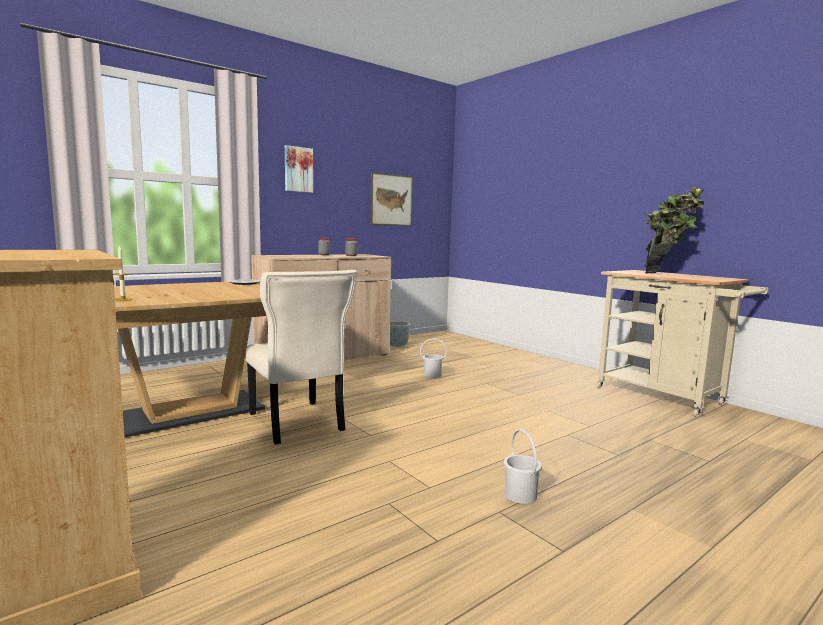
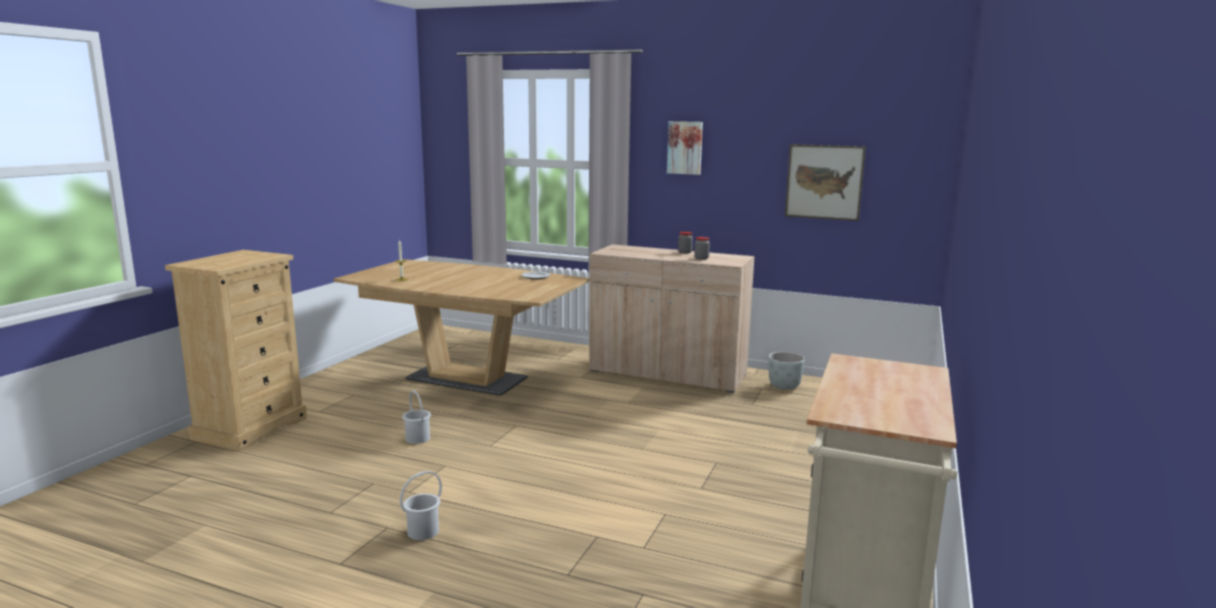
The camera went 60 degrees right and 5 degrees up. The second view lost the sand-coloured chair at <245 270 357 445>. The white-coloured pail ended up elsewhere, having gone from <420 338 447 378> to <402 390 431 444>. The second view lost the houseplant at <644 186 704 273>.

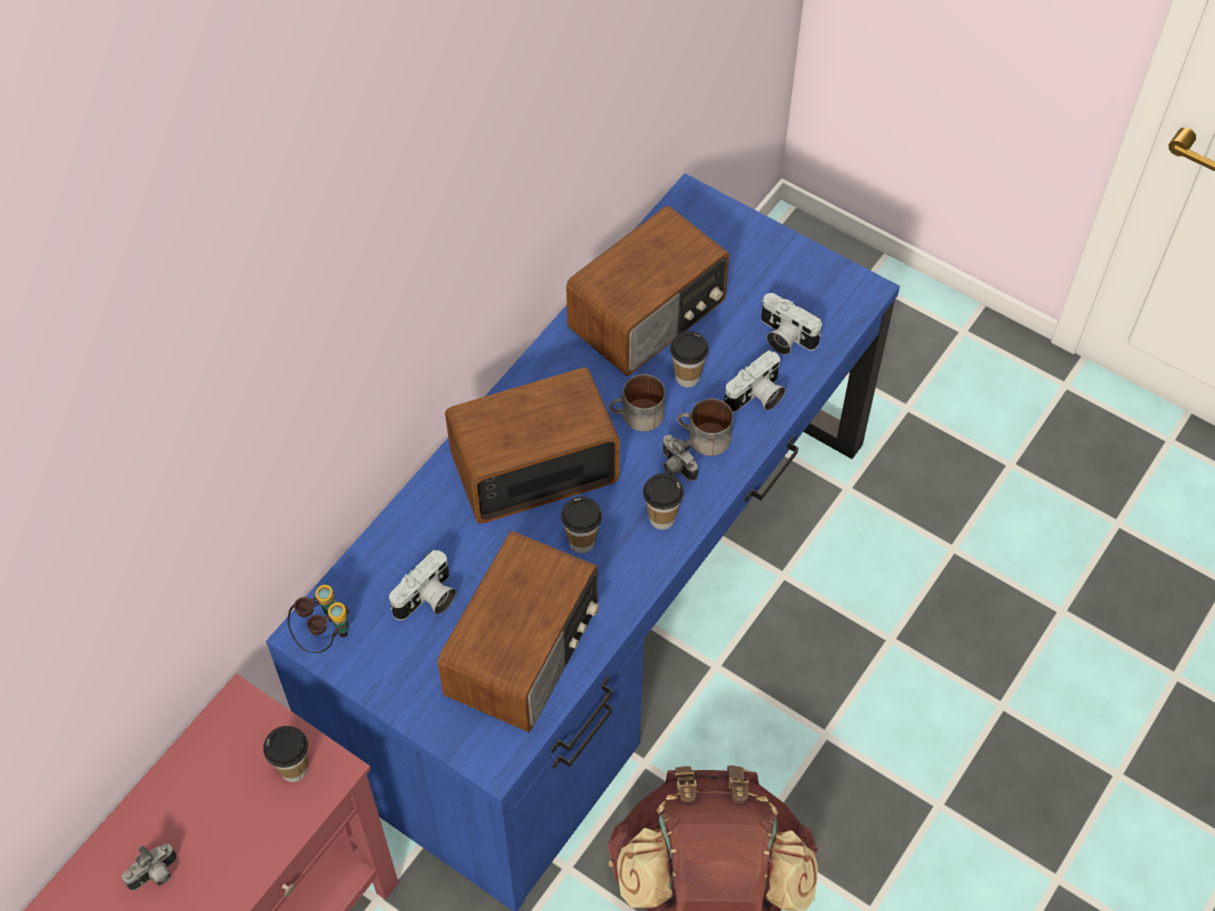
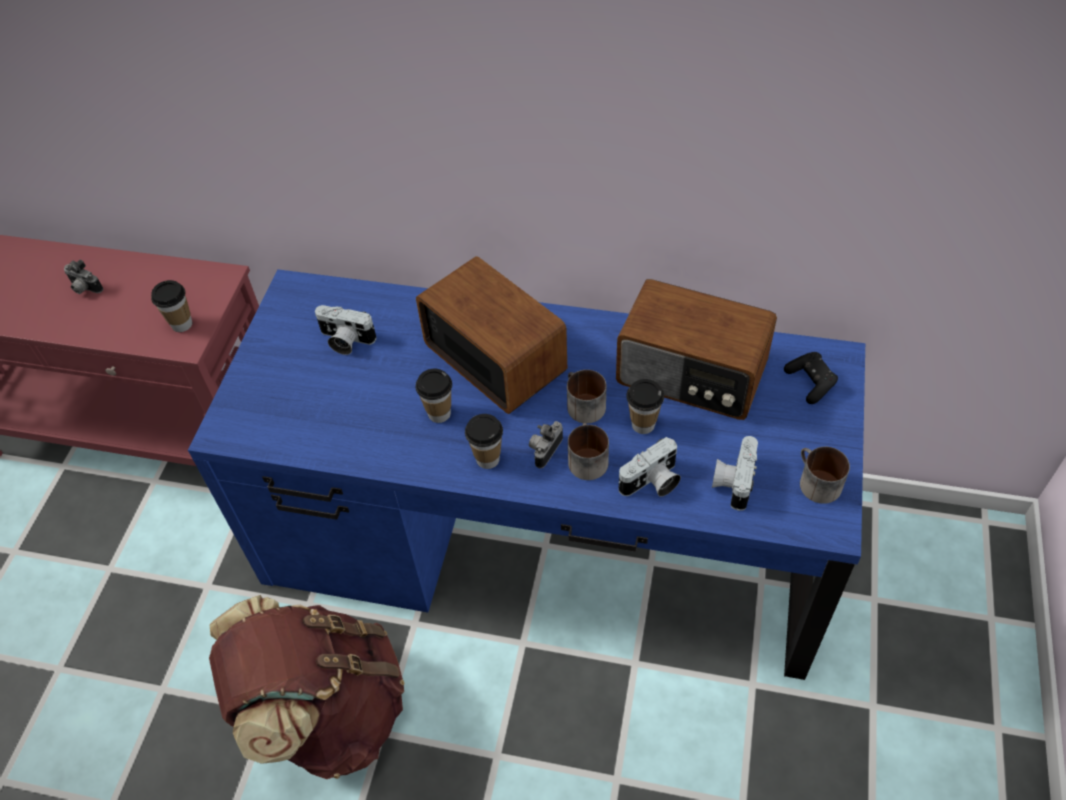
The camera went 70 degrees right and 5 degrees down. The second view lost the binoculars at <288 585 349 653>. The second view lost the radio at <437 531 599 732>. The still camera at <724 350 786 413> ended up facing another way, 60 degrees counterclockwise from before. The second view gained the black gamepad at <784 352 838 404>. The second view gained the coffee mug at <800 447 850 504>.

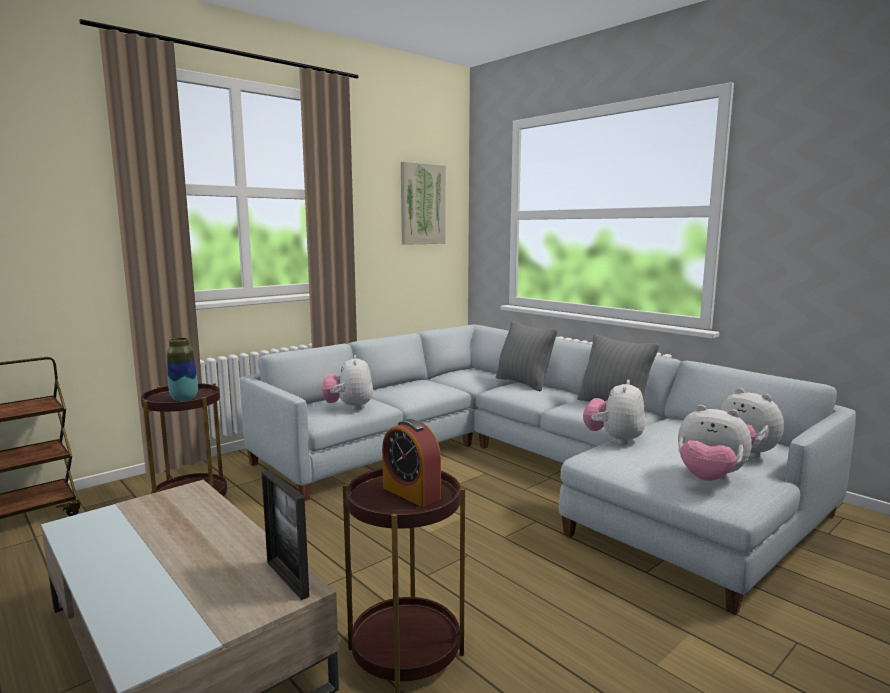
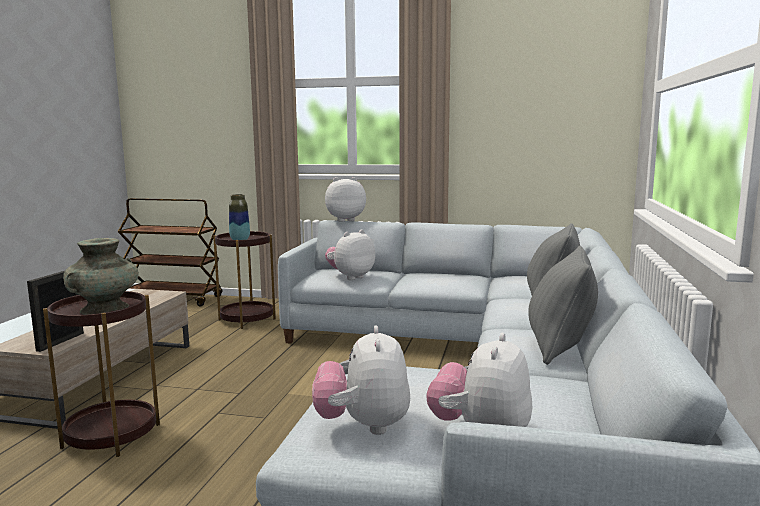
The camera went 55 degrees right and 0 degrees up. Where the bedside clock stood at <382 419 441 507>, the turquoise-coloured vase came to stand at <63 238 139 315>. The second view lost the picture at <401 162 446 245>. The cuddly toy ended up elsewhere, having gone from <583 380 645 445> to <325 177 366 222>.

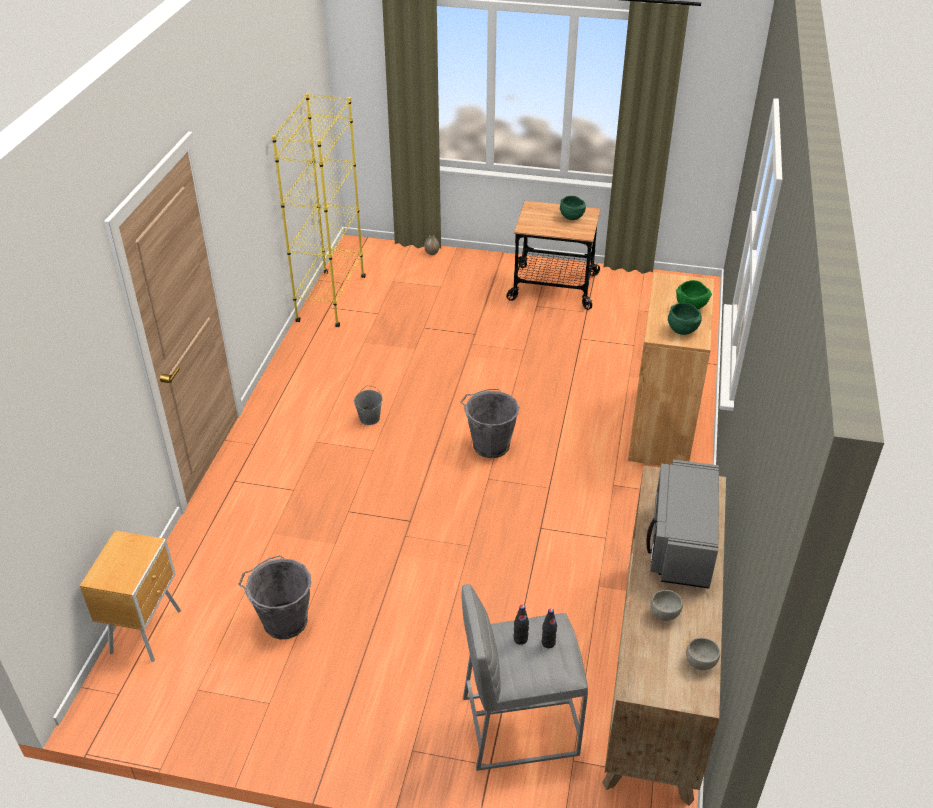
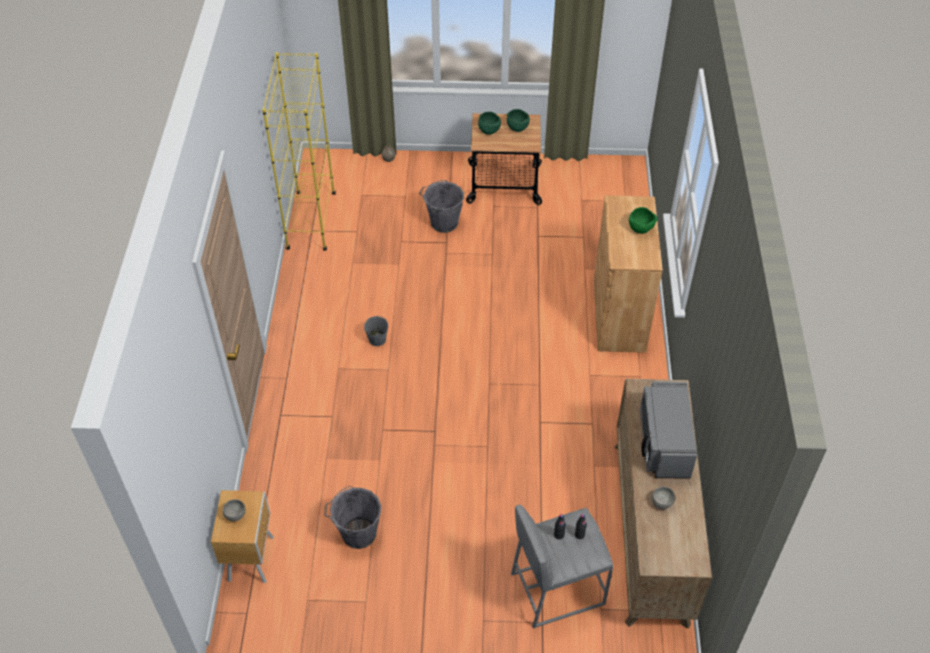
The camera went 10 degrees left and 10 degrees up. The gray pail ended up elsewhere, having gone from <460 389 519 458> to <419 180 464 233>. The green-coloured deep dish ended up elsewhere, having gone from <668 303 702 335> to <478 112 501 135>. The gray deep dish ended up elsewhere, having gone from <686 638 720 670> to <223 499 246 521>.

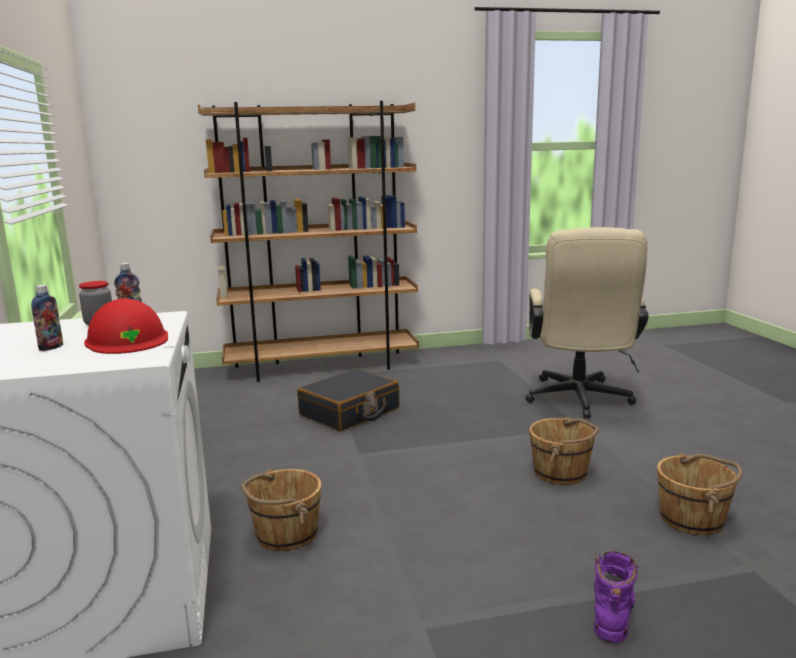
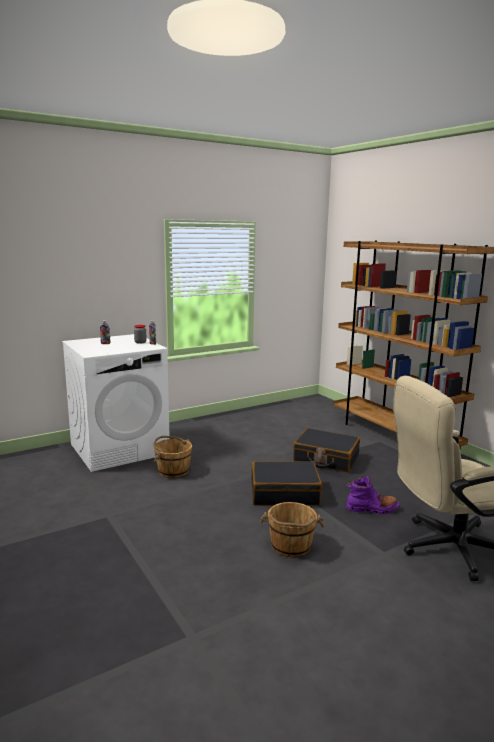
The camera went 70 degrees right and 0 degrees up. The second view lost the red work helmet at <84 299 168 354>. The purplish boot ended up elsewhere, having gone from <594 551 639 643> to <346 476 399 514>. The second view lost the brown-coloured pail at <657 453 742 535>. The second view gained the black travel case at <251 461 322 506>.

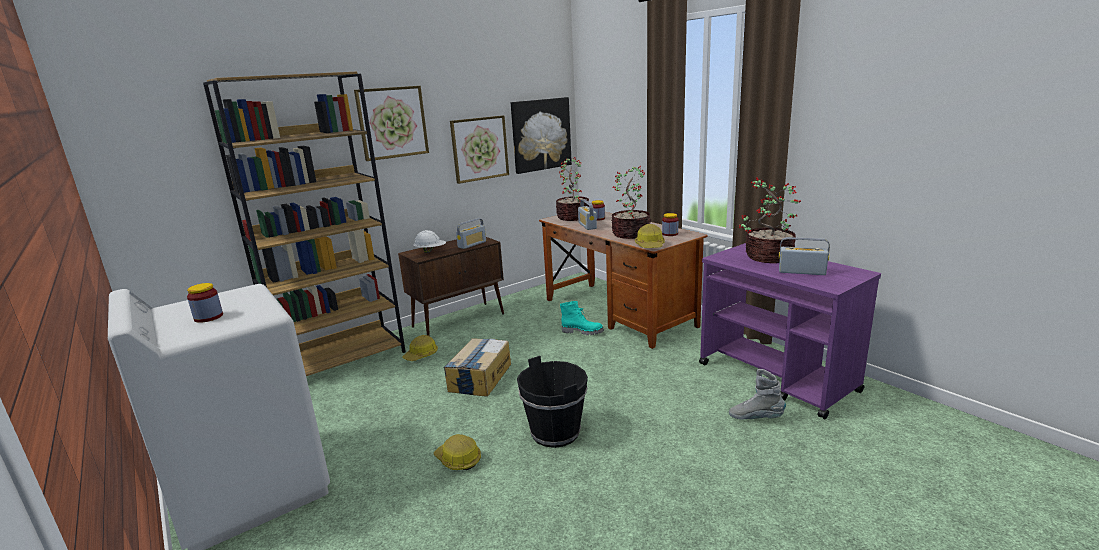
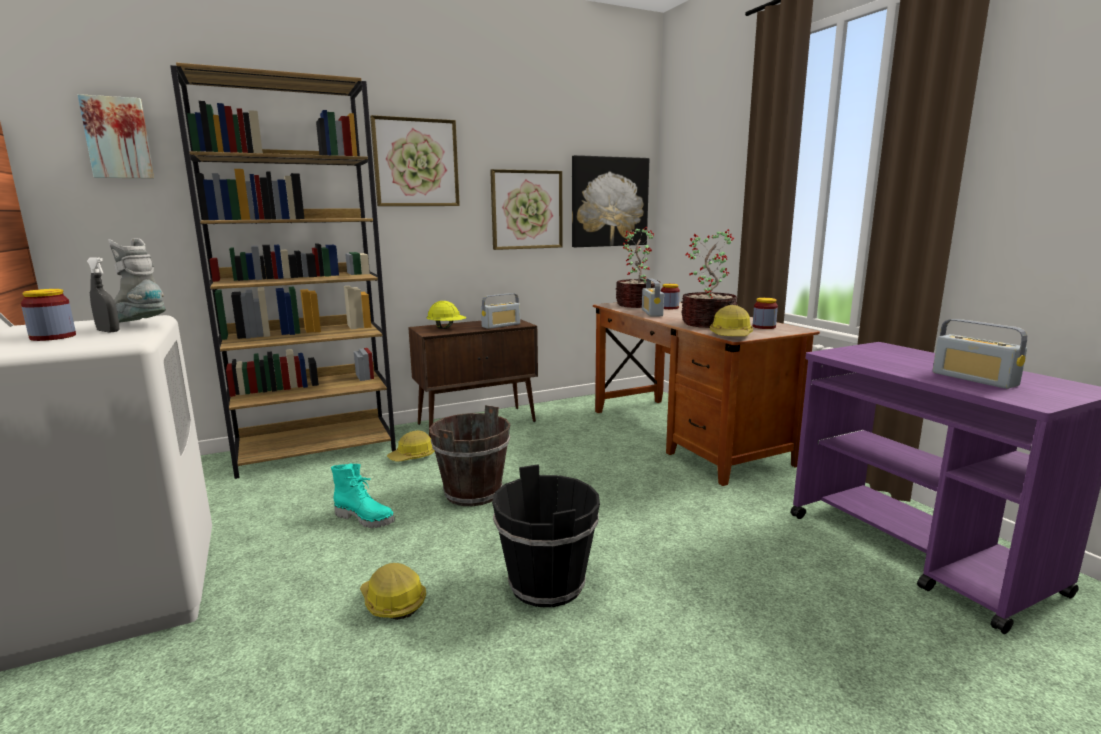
The camera went 10 degrees right and 5 degrees down. What was the white-coloured work helmet at <414 230 446 253> turned into the yellow work helmet at <427 301 467 329>. Where the cardboard box stood at <444 338 511 397>, the brown-coloured pail came to stand at <429 405 511 506>. The turquoise-coloured boot ended up elsewhere, having gone from <560 301 604 335> to <331 463 395 528>. The gray boot ended up elsewhere, having gone from <729 369 786 420> to <108 238 166 323>. The second view lost the houseplant at <739 177 801 263>. The radio at <779 237 830 275> ended up facing another way, 150 degrees counterclockwise from before. The second view gained the picture at <78 94 154 179>. The second view gained the gray spray bottle at <87 257 119 333>.

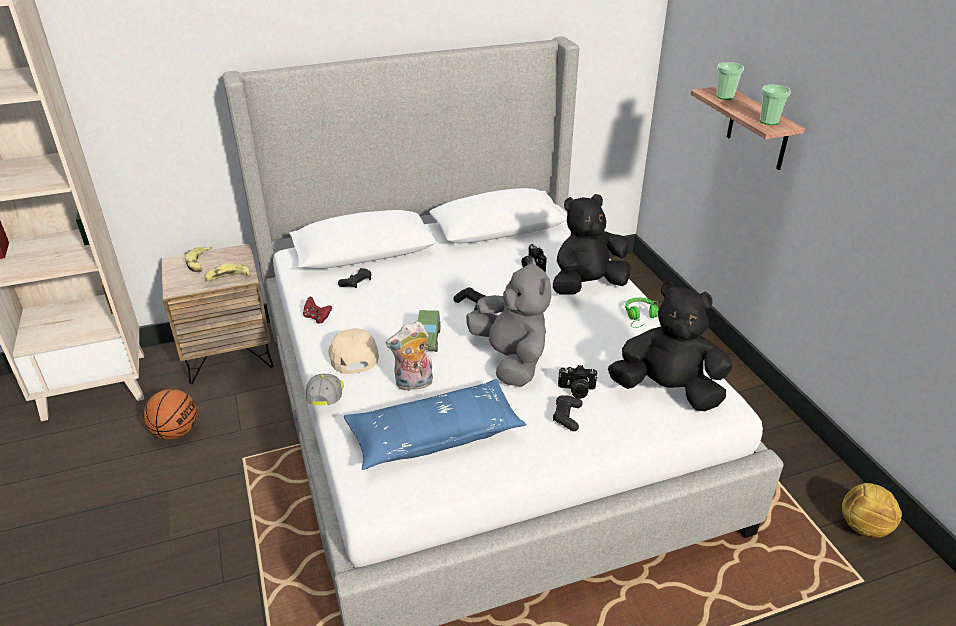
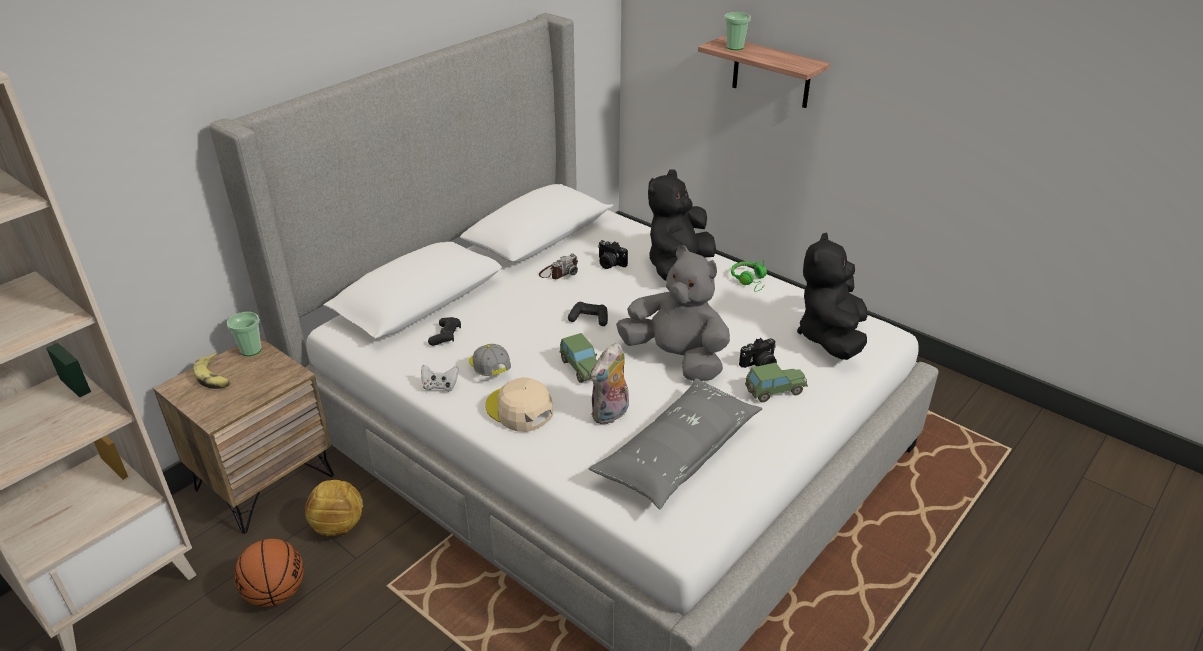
The camera went 30 degrees left and 0 degrees up. The second view lost the banana at <204 263 251 281>. What was the red gamepad at <303 296 332 324> turned into the white-coloured gamepad at <421 365 458 392>. The cap ended up elsewhere, having gone from <306 374 344 405> to <469 344 511 376>. What was the blue pillow at <344 379 526 470> turned into the gray pillow at <588 378 763 510>. Where the black gamepad stood at <553 395 583 431>, the toy car came to stand at <745 363 808 402>. The black cuddly toy at <608 282 732 411> ended up facing another way, 60 degrees counterclockwise from before. The small cup ended up elsewhere, having gone from <760 85 791 125> to <227 312 262 356>. The ball for football ended up elsewhere, having gone from <842 483 902 538> to <305 480 363 536>. The second view gained the still camera at <539 253 578 279>.

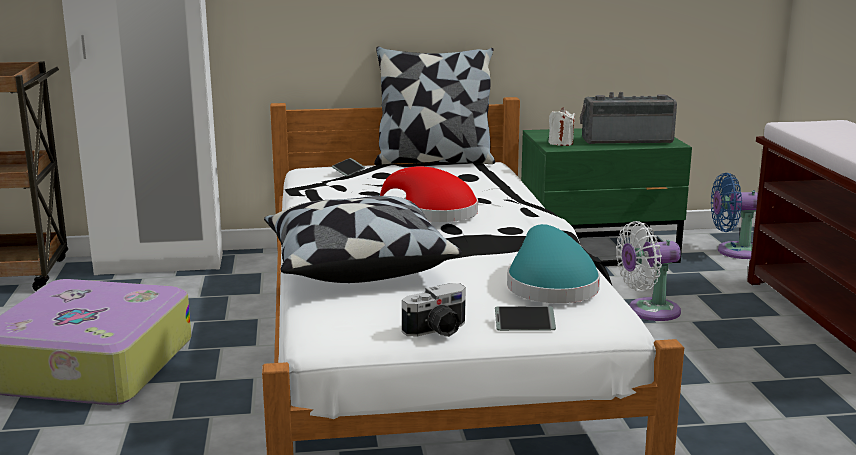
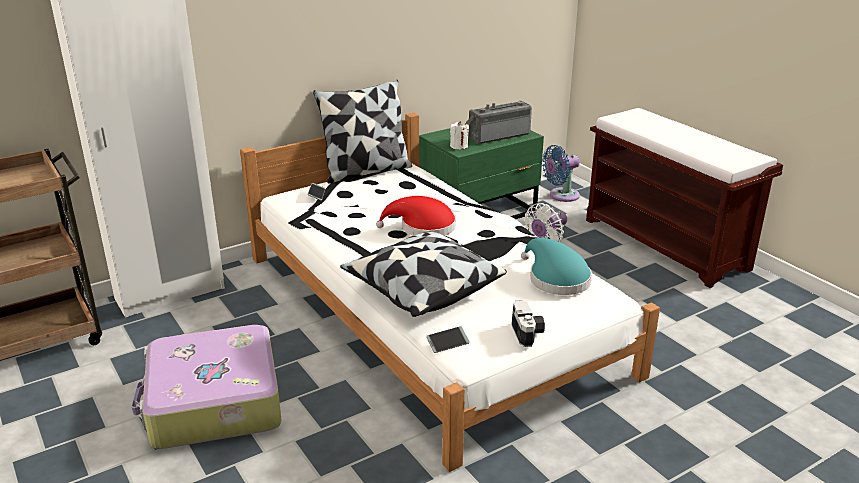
The camera went 25 degrees left and 10 degrees up. The still camera at <402 283 466 337> ended up facing another way, 45 degrees counterclockwise from before. The telephone ended up elsewhere, having gone from <495 306 556 331> to <426 326 470 353>.

